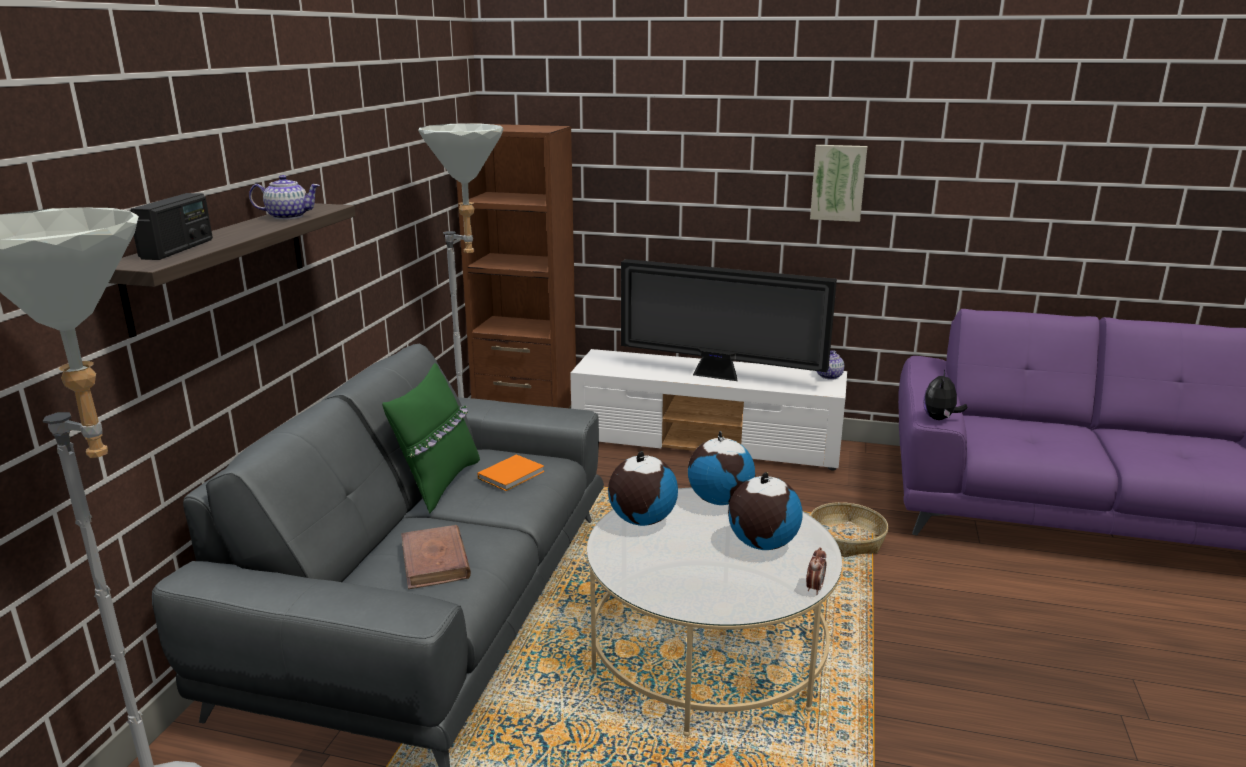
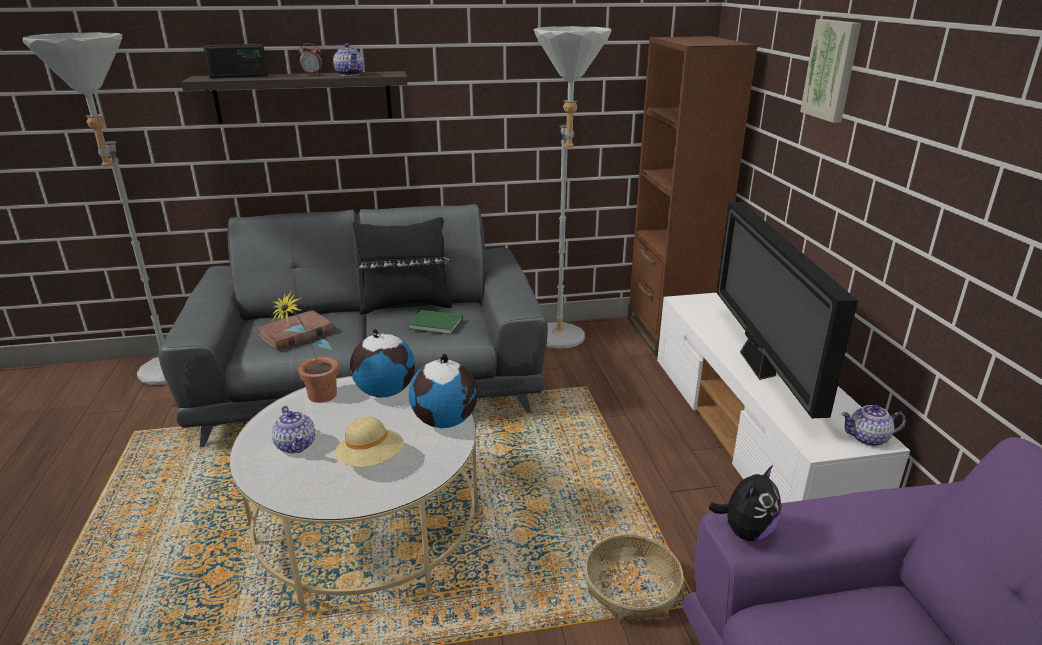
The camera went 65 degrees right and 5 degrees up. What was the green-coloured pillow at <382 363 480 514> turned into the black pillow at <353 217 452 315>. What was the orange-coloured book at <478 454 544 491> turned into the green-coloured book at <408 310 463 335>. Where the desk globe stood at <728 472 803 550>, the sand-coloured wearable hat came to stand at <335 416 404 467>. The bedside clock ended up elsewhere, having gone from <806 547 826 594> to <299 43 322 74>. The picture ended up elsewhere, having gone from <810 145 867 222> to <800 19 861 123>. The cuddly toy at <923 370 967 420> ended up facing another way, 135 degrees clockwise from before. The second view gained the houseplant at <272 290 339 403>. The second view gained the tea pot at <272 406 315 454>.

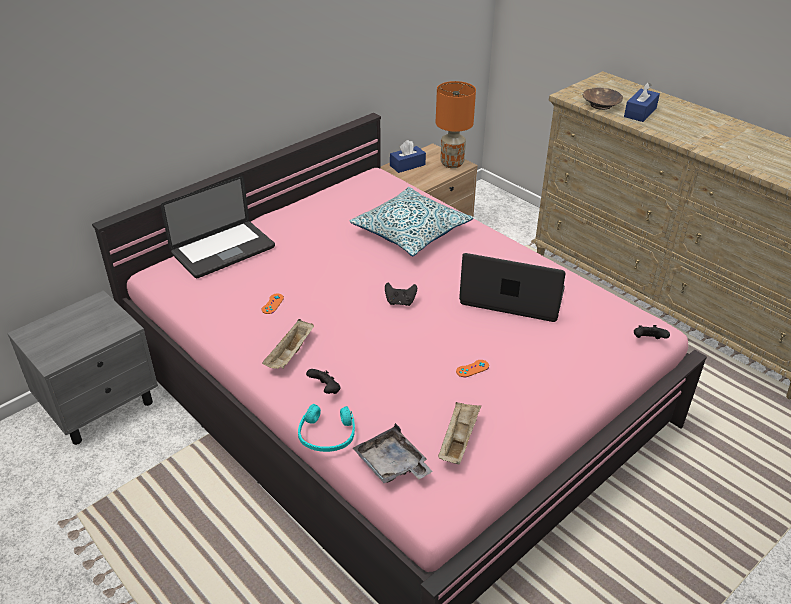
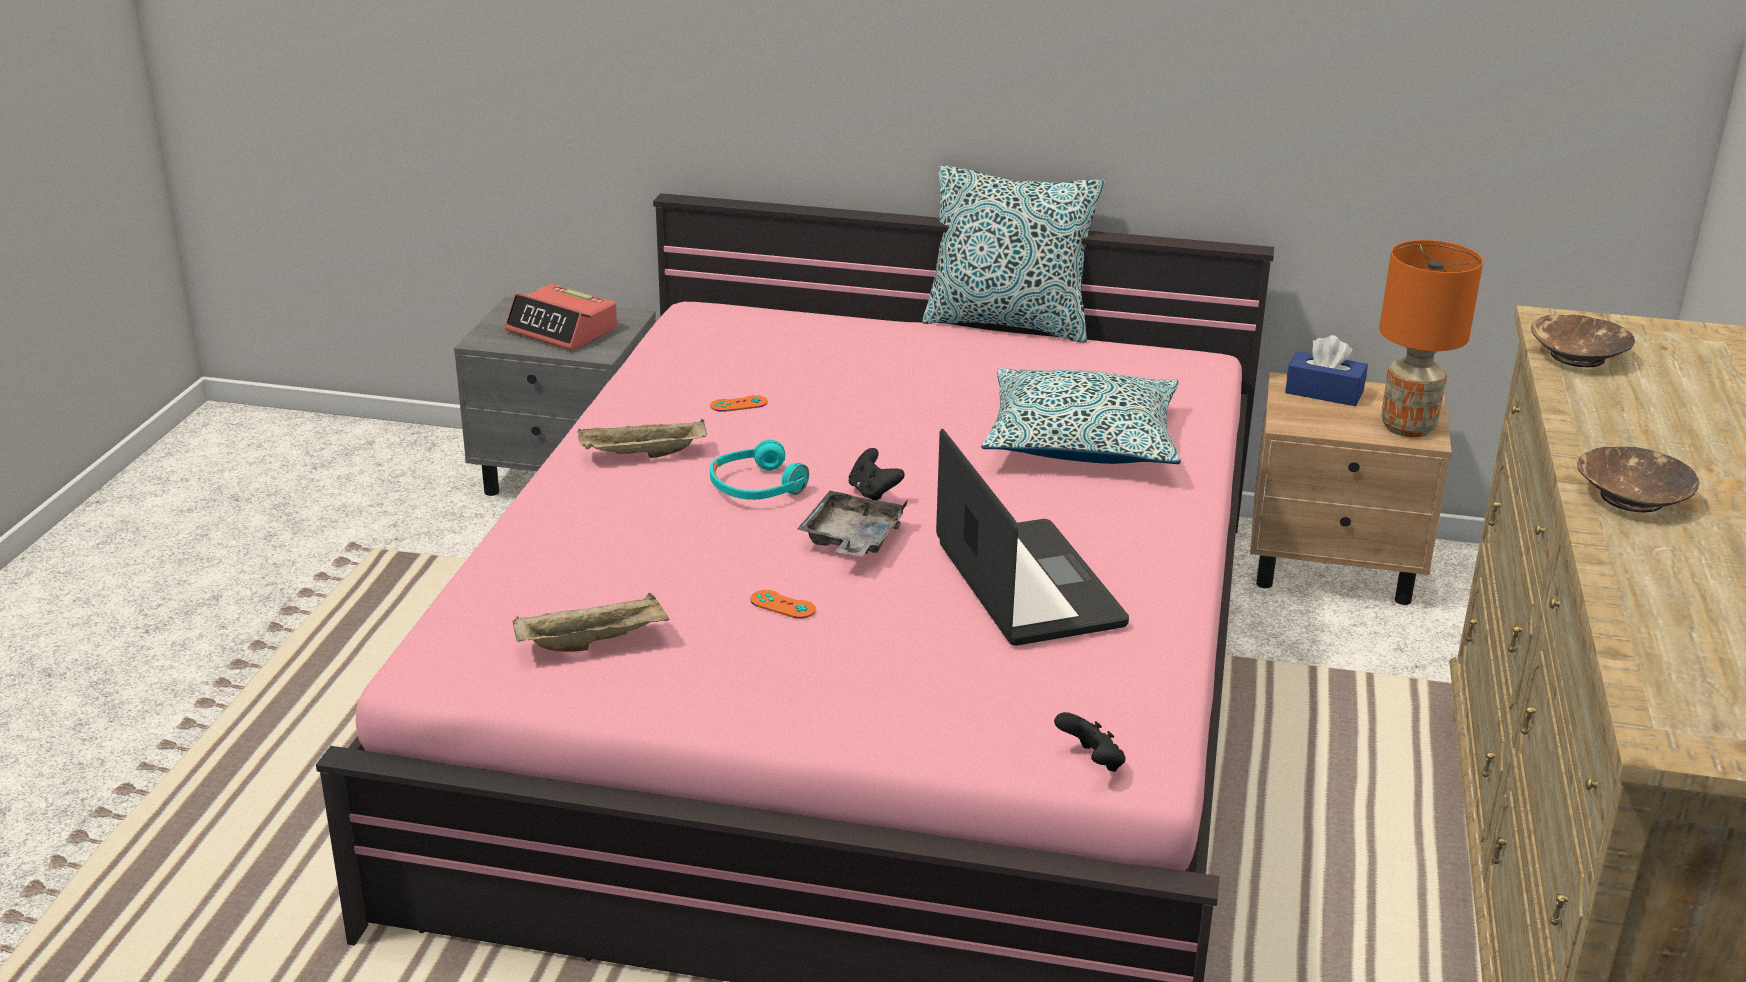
The camera went 55 degrees right and 10 degrees down. The second view lost the laptop at <161 176 275 278>. The turquoise-coloured headphones ended up elsewhere, having gone from <298 404 355 452> to <710 440 809 500>. The second view lost the black gamepad at <306 369 340 394>. The gray carrying tray ended up elsewhere, having gone from <353 423 433 483> to <797 491 907 556>. The second view lost the blue tissue holder at <624 82 660 122>. The second view gained the bedside clock at <505 284 617 351>. The second view gained the pillow at <922 165 1105 343>. The second view gained the brown-coloured deep dish at <1577 447 1700 512>.

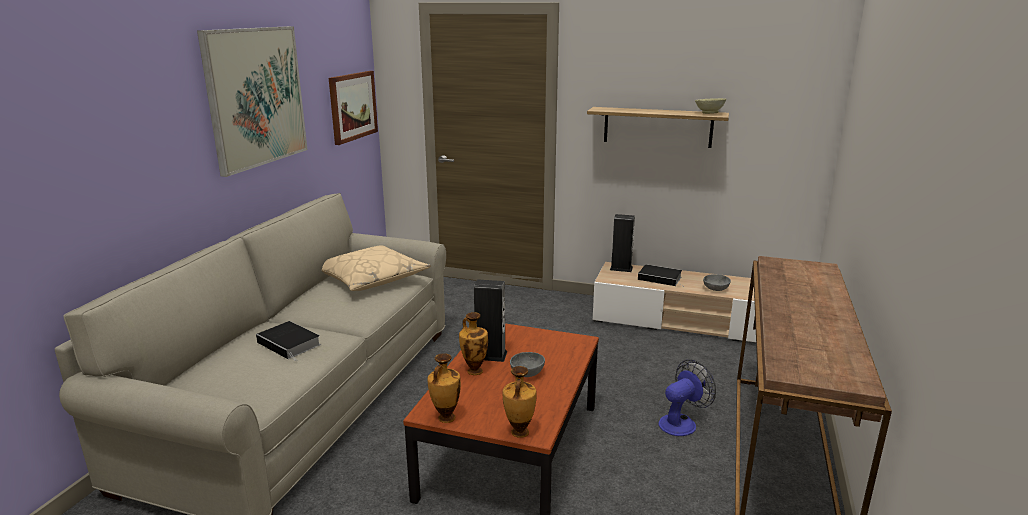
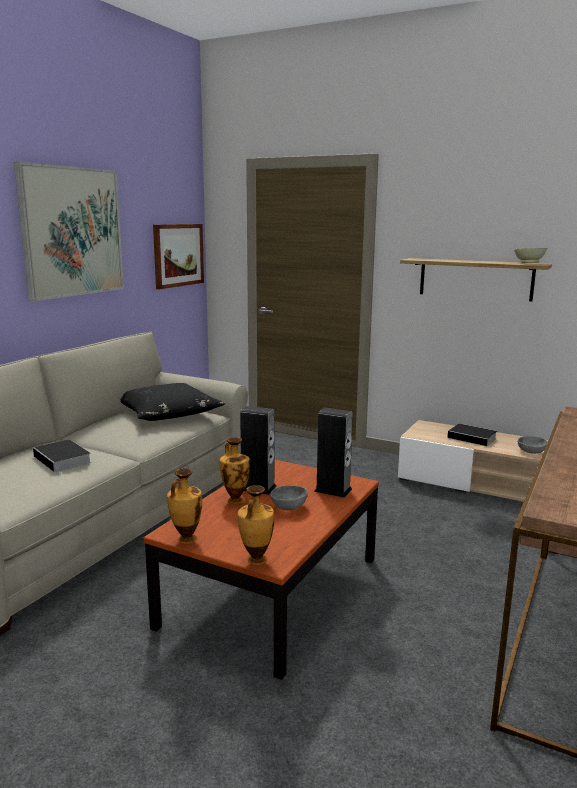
The camera went 10 degrees right and 5 degrees down. What was the sand-coloured pillow at <322 245 431 291> turned into the black pillow at <120 383 225 421>. The audio speaker ended up elsewhere, having gone from <610 214 635 272> to <314 408 353 498>. The second view lost the cooling fan at <658 360 716 436>.

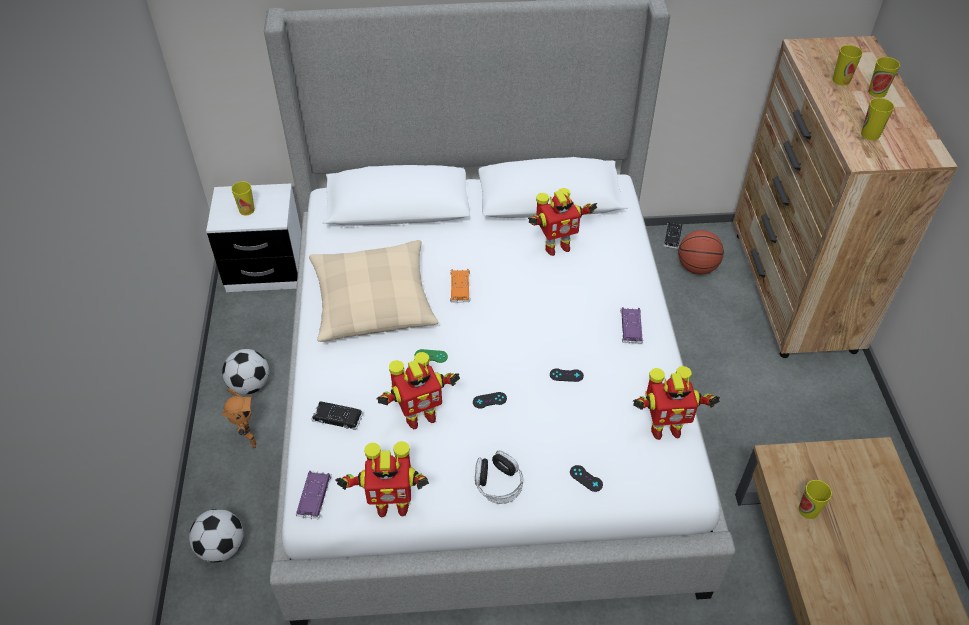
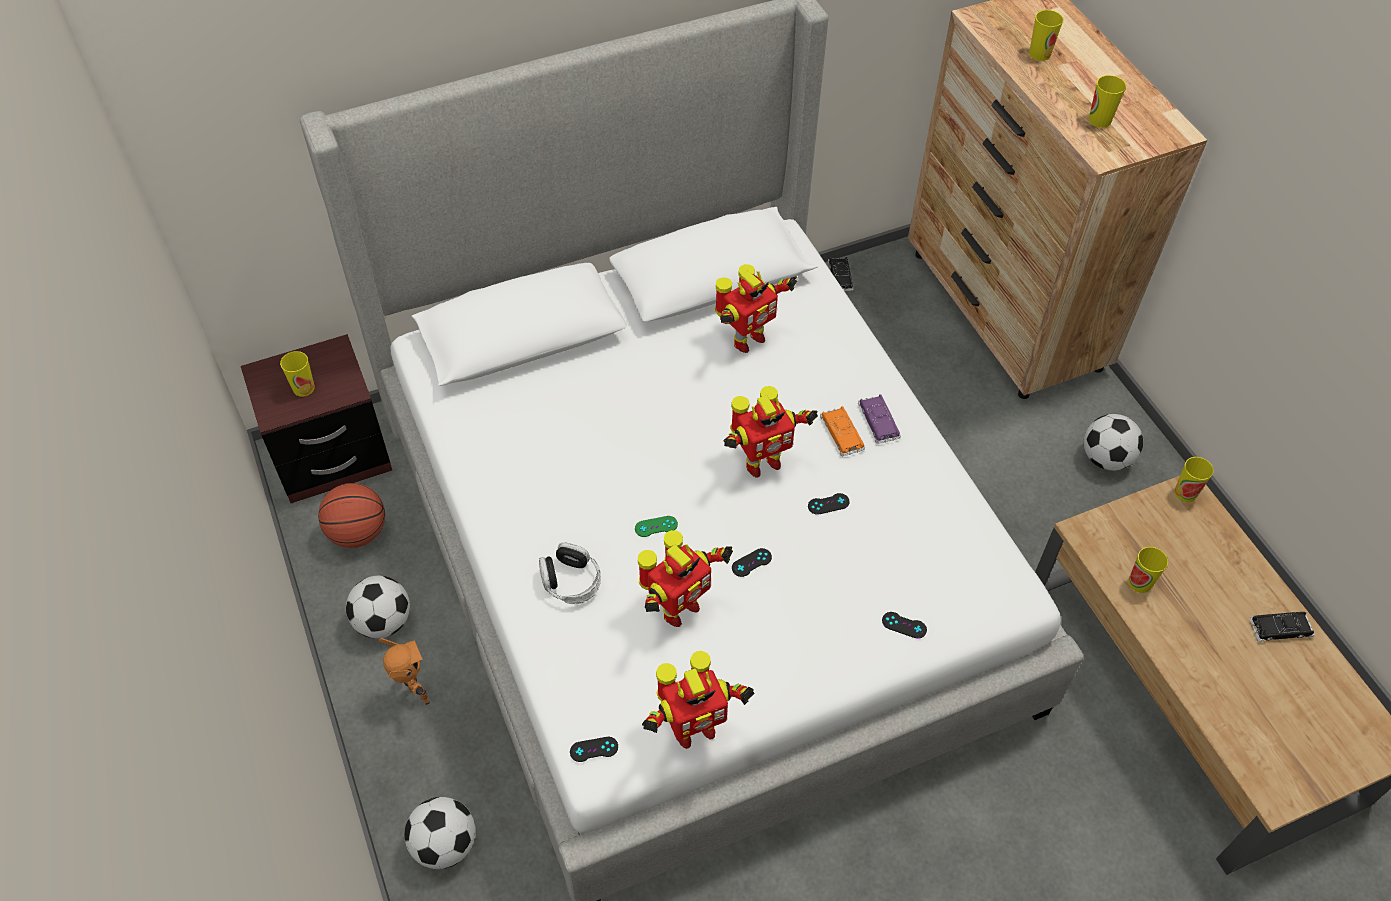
The camera went 20 degrees left and 5 degrees up. What was the white-coloured night table at <206 183 301 292> turned into the brown-coloured night table at <241 334 392 503>. Where the purplish toy car stood at <296 471 332 519>, the black gamepad came to stand at <570 737 618 762>. The second view lost the sand-coloured pillow at <309 240 439 342>. The black toy car ended up elsewhere, having gone from <311 401 363 430> to <1250 612 1314 642>. The orange-coloured toy car ended up elsewhere, having gone from <450 269 470 303> to <820 406 865 457>. The headphones ended up elsewhere, having gone from <475 450 523 504> to <539 542 600 604>. The toy robot ended up elsewhere, having gone from <633 366 720 440> to <723 386 818 478>. The basketball ball ended up elsewhere, having gone from <678 230 724 274> to <318 483 385 548>. The small cup ended up elsewhere, having gone from <868 57 900 98> to <1174 457 1214 502>. The second view gained the ball for football at <1084 414 1143 471>.

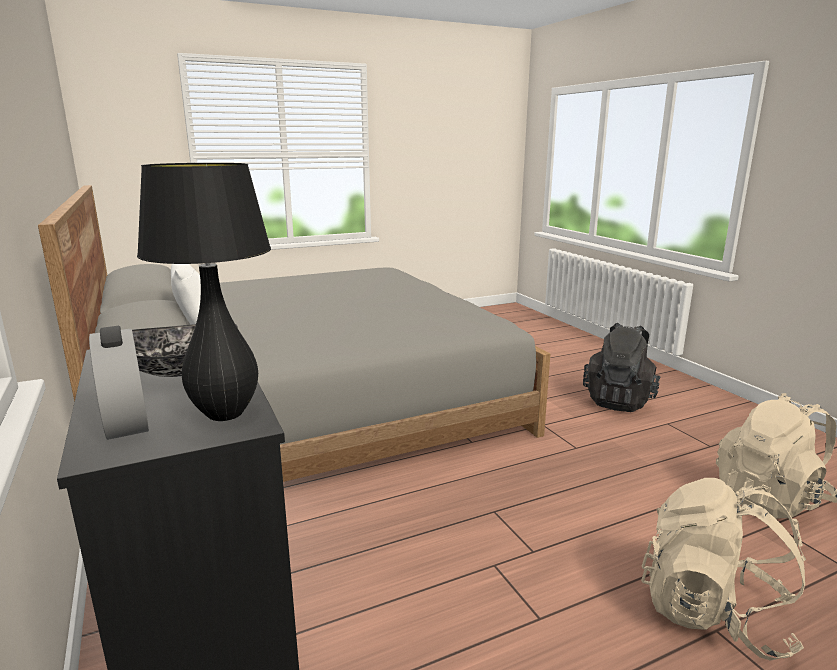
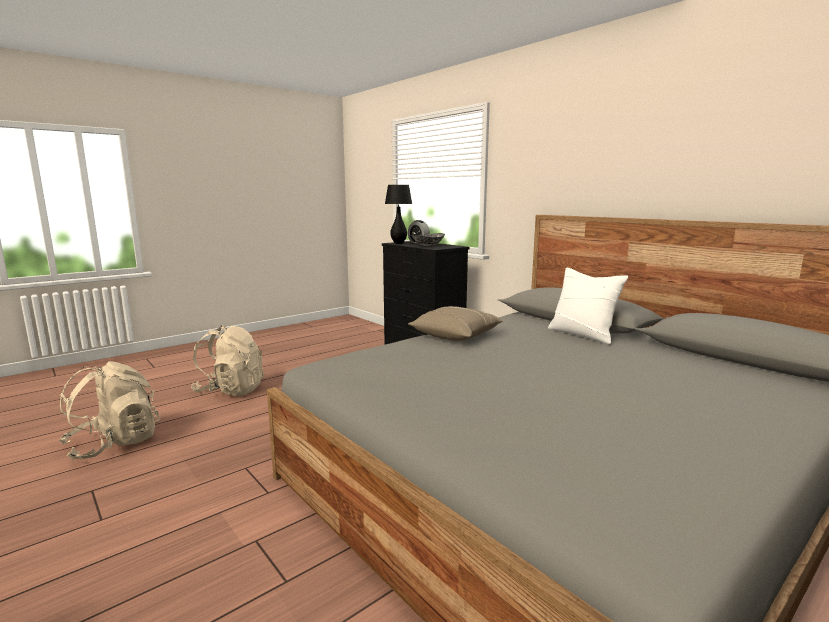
The camera went 165 degrees right and 5 degrees down. The second view lost the black knapsack at <583 323 660 412>. The second view gained the sand-coloured pillow at <408 306 503 341>.

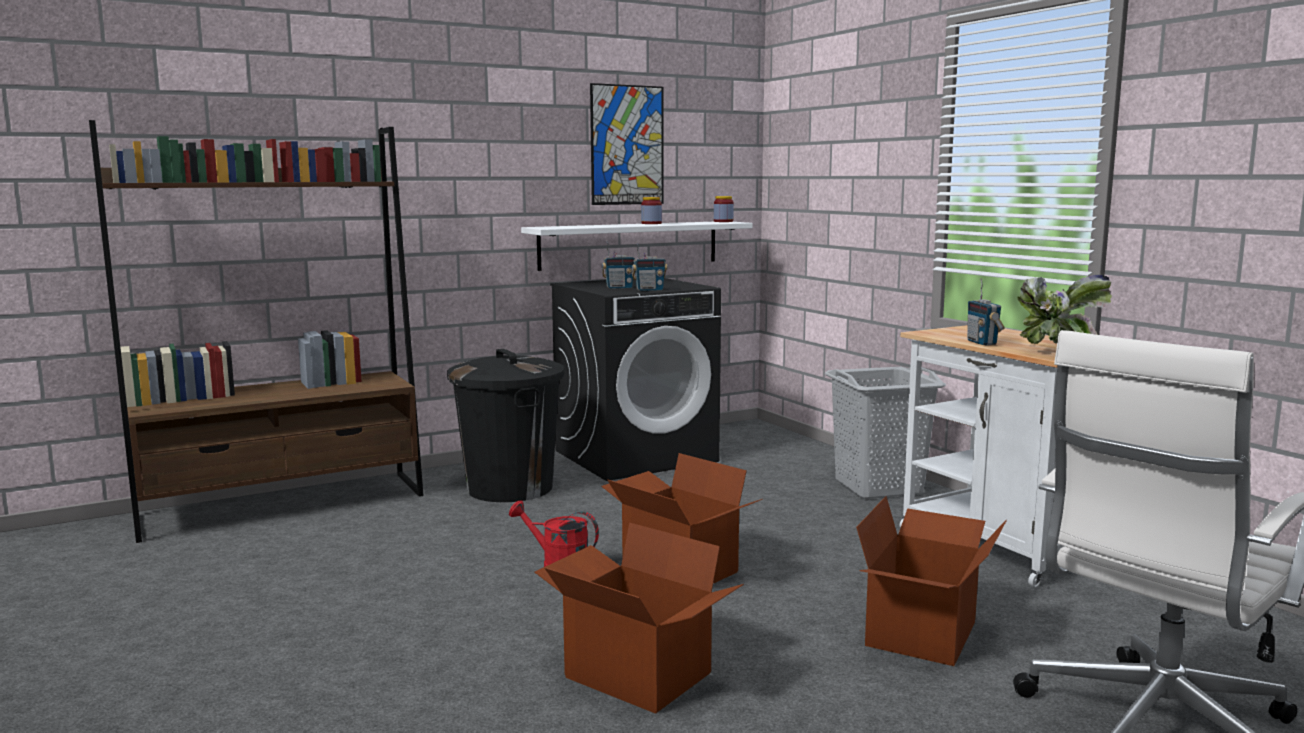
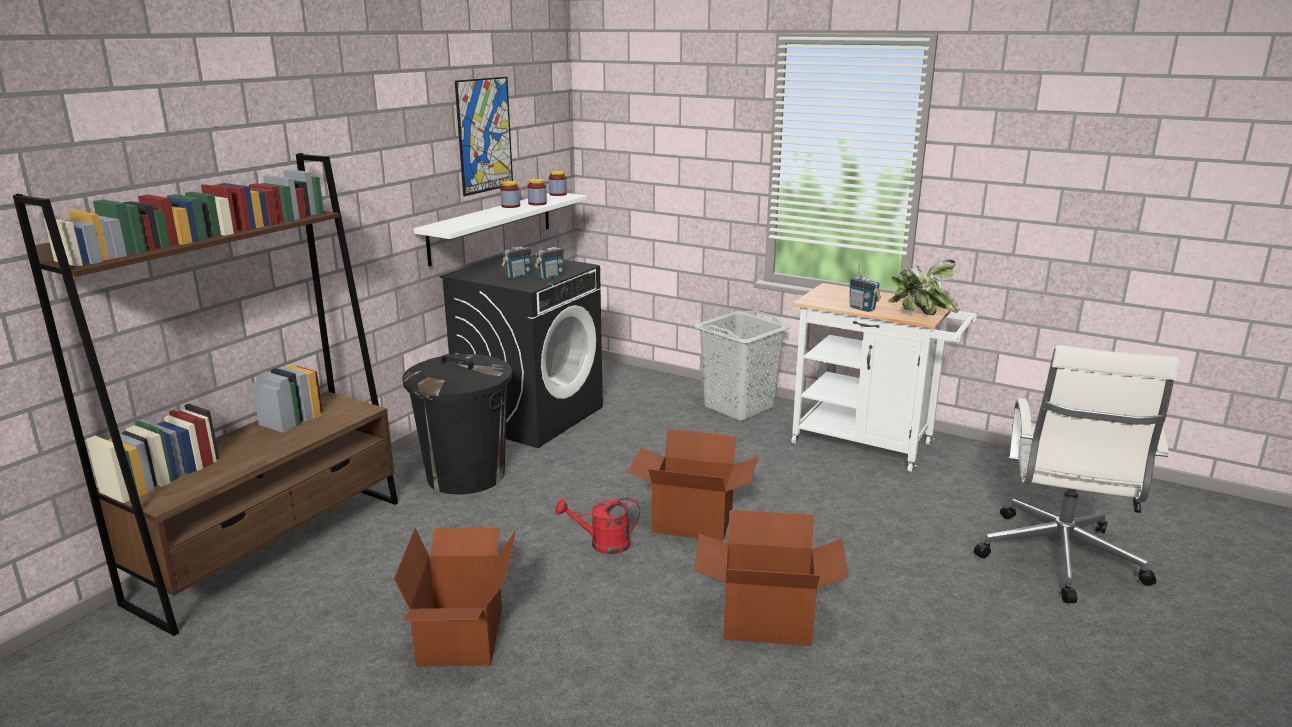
The camera went 30 degrees left and 10 degrees up. The cardboard box ended up elsewhere, having gone from <856 496 1007 666> to <394 528 516 667>. The second view gained the preserve jar at <527 179 547 205>.

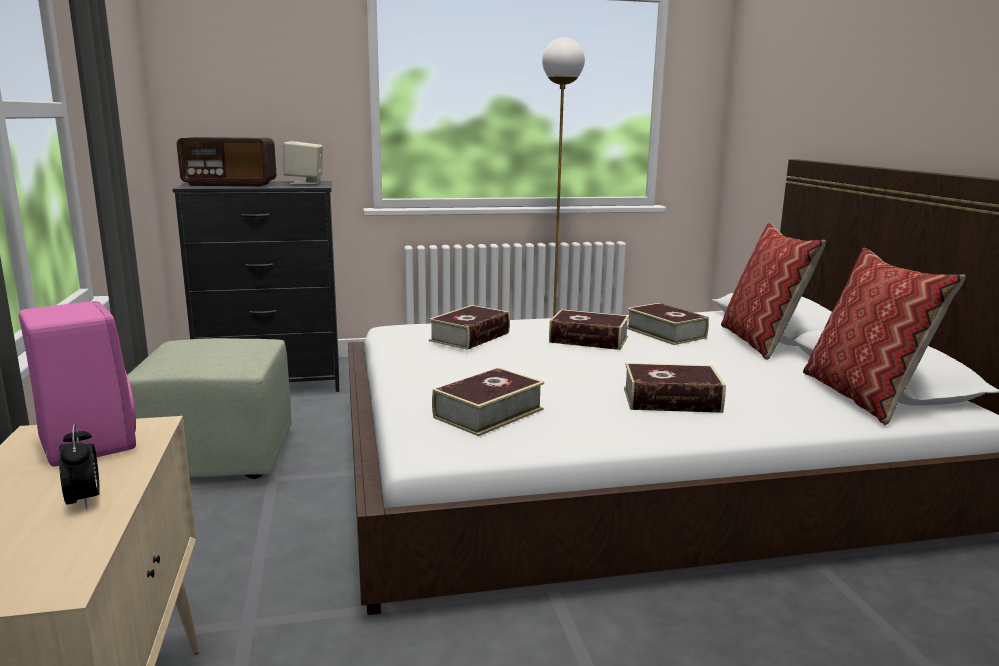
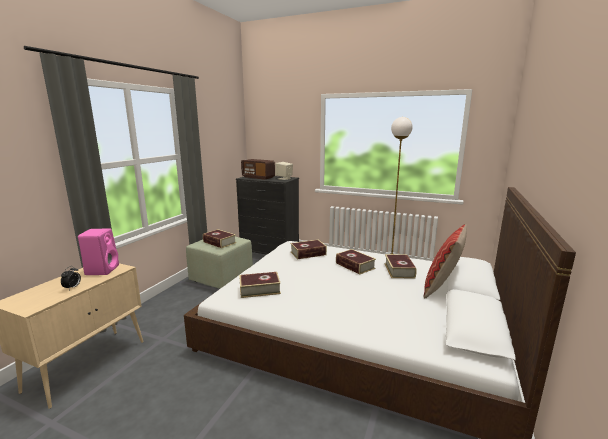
The camera went 35 degrees right and 0 degrees up. The book ended up elsewhere, having gone from <624 363 726 413> to <203 229 236 248>. The second view lost the pillow at <803 248 966 425>.

